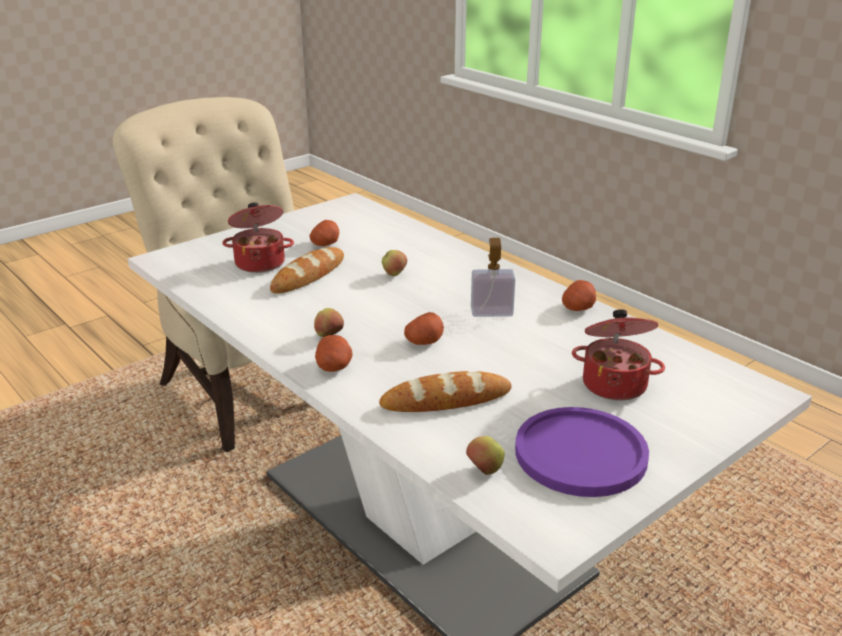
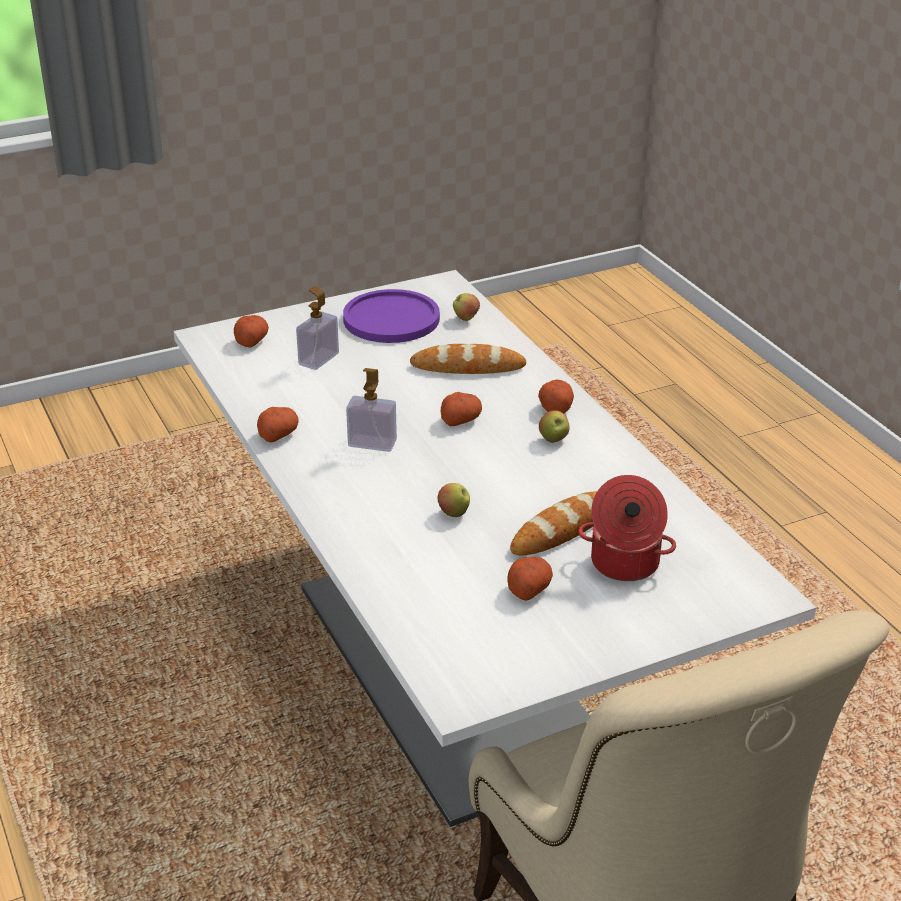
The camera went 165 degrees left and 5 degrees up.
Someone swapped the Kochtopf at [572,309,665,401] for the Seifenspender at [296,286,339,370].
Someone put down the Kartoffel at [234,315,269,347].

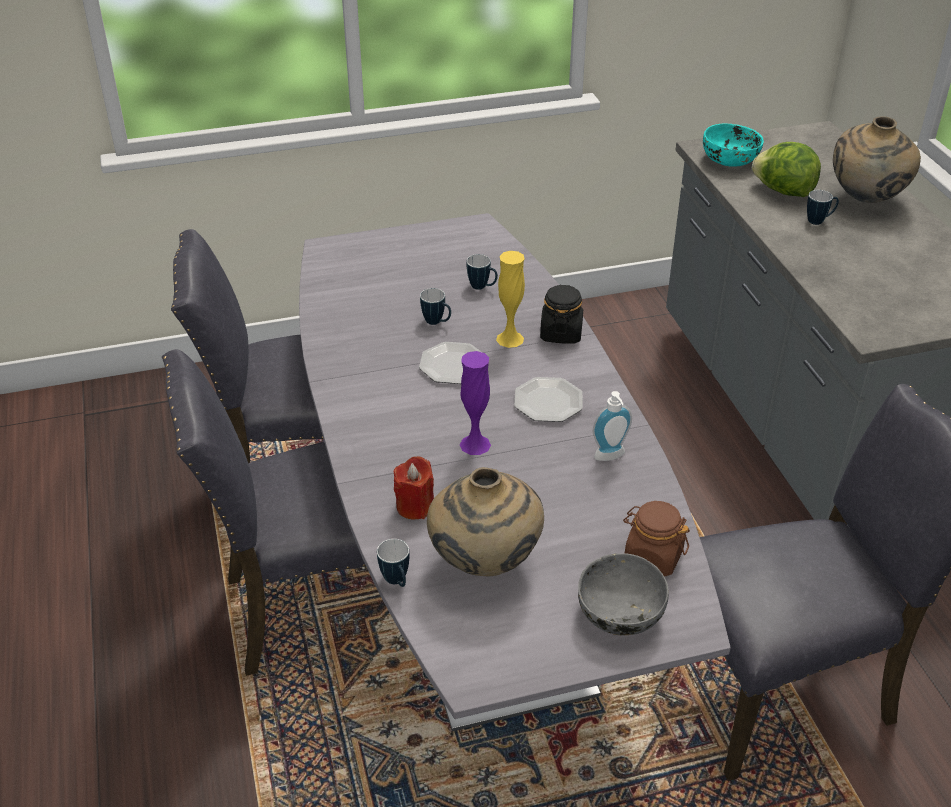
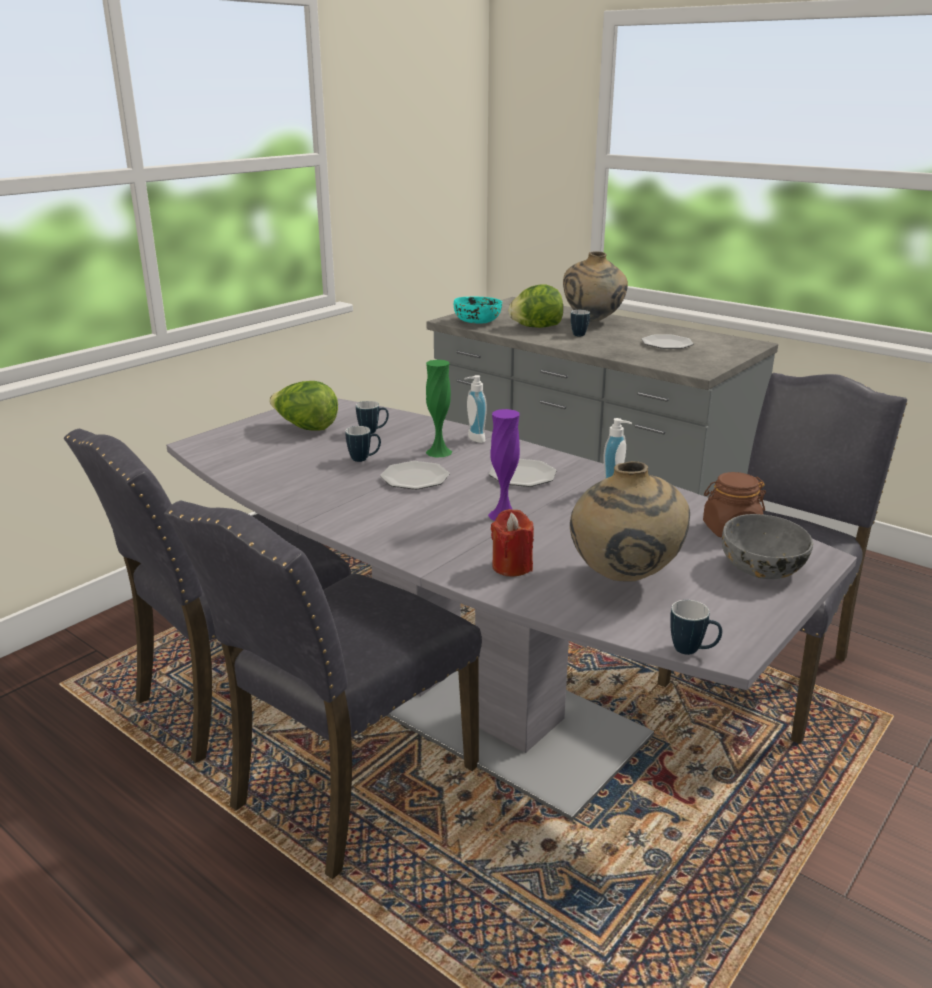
The camera went 35 degrees left and 15 degrees down.
Someone carried the Henkelbecher from [377,539,410,587] to [670,600,722,655].
Someone repainted the Vase (gelb) at [496,251,525,348], which became the Vase (grün) at [426,360,452,458].
Someone swapped the Vorratsglas (schwarz) at [540,284,583,344] for the Seifenspender at [464,375,487,443].
Someone put down the Salatkopf at [269,381,338,430].
Someone put down the Teller at [642,335,694,349].

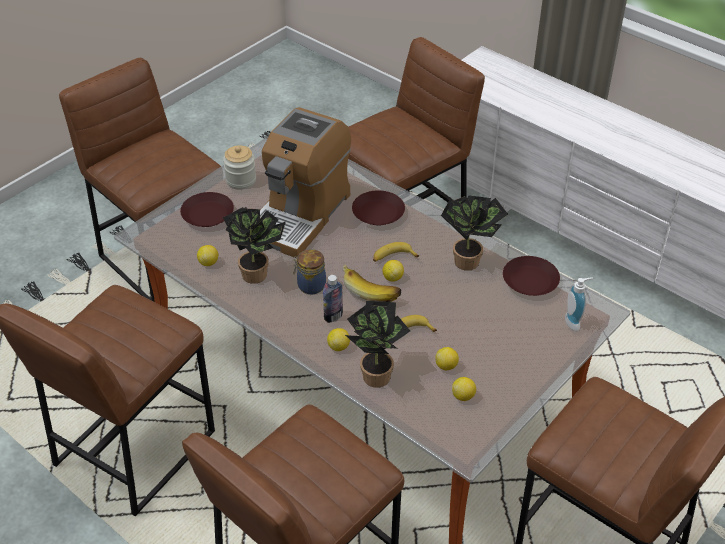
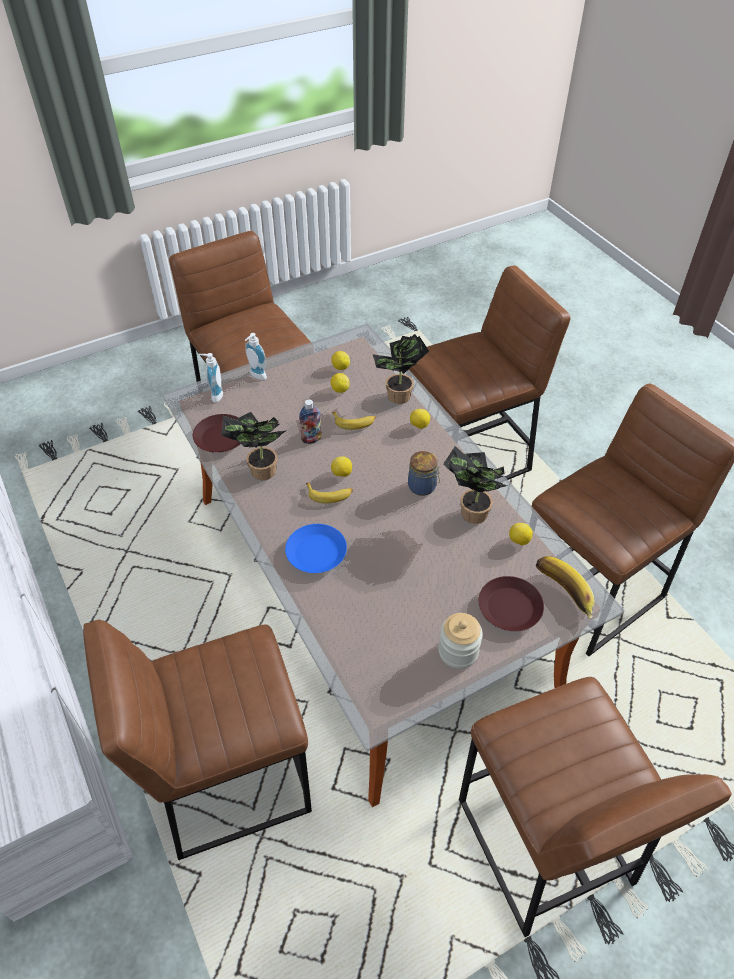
The camera went 160 degrees left and 5 degrees up.
Someone took away the Kaffeemaschine at [260,107,351,258].
Someone carried the Flasche from [323,275,343,323] to [299,399,322,444].
Someone carried the Banane from [343,264,401,302] to [536,556,595,619].
Someone repainted the Teller (braun) at [352,190,405,225], which became the Teller (blau) at [285,524,347,573].
Someone put down the Seifenspender at [245,333,267,380].

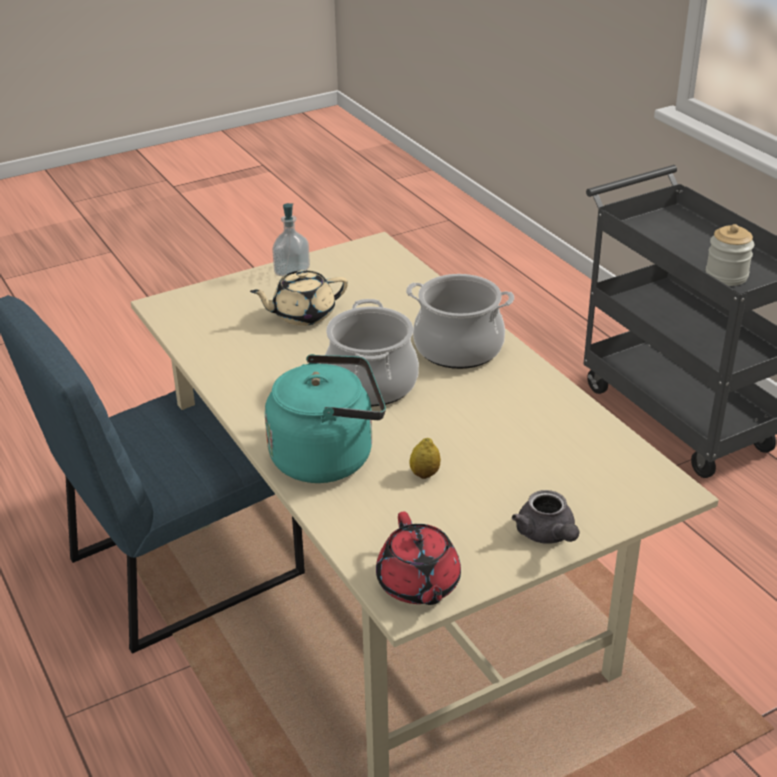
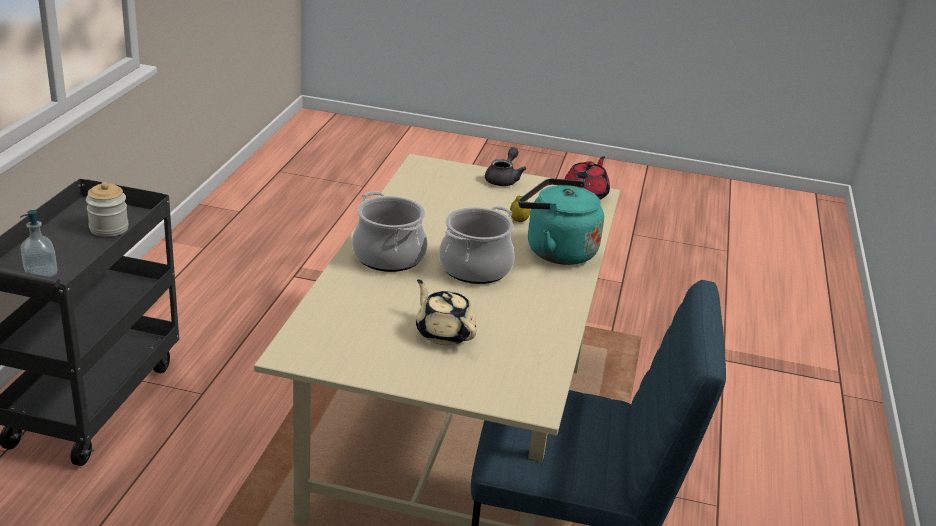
The camera went 140 degrees left and 5 degrees down.
Someone rotated the Teekanne (beige) at [250,270,348,326] by 150 degrees counterclockwise.
Someone carried the Seifenspender from [272,203,310,276] to [20,210,57,277].

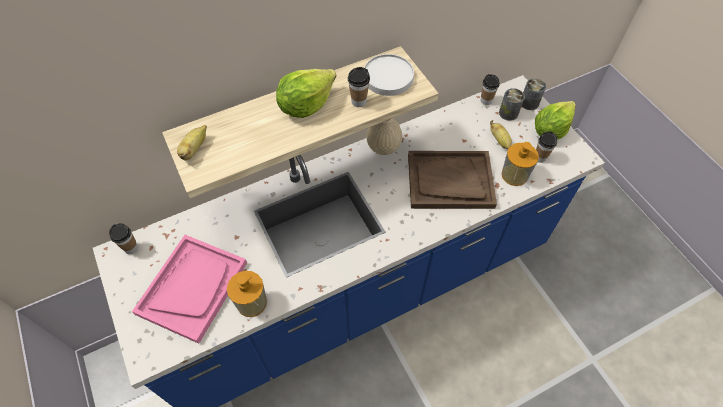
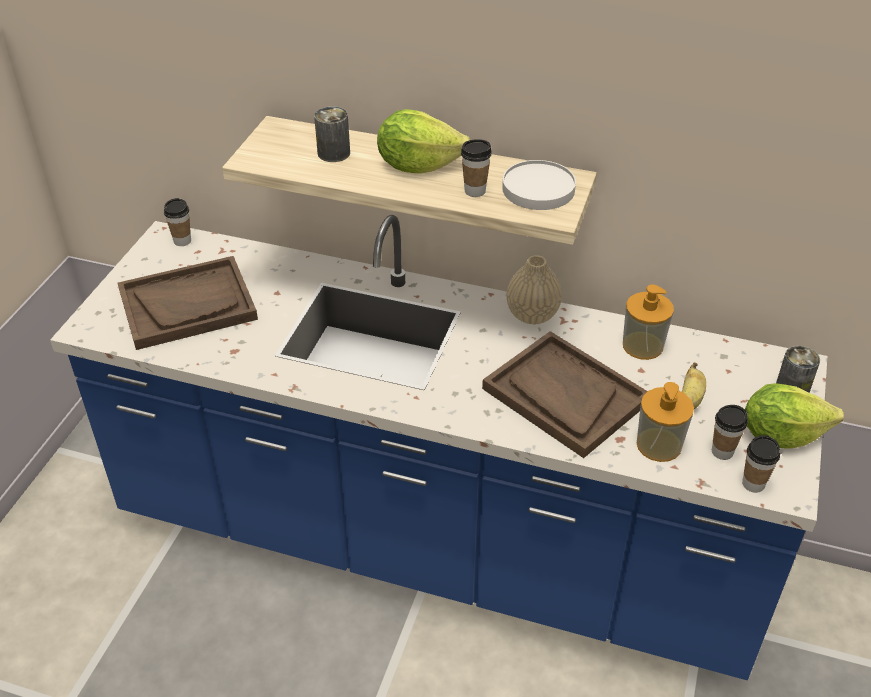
The camera went 45 degrees right and 15 degrees down.
Someone repainted the Tablett (rosa) at [132,235,247,344], which became the Tablett (braun) at [117,256,258,350].
Someone took away the Banane at [177,125,207,161].
Someone carried the Seifenspender from [227,271,267,317] to [623,284,674,360].
Someone carried the Tasse from [481,74,500,105] to [742,435,780,493].
Someone carried the Dose from [499,88,525,121] to [314,106,350,162].

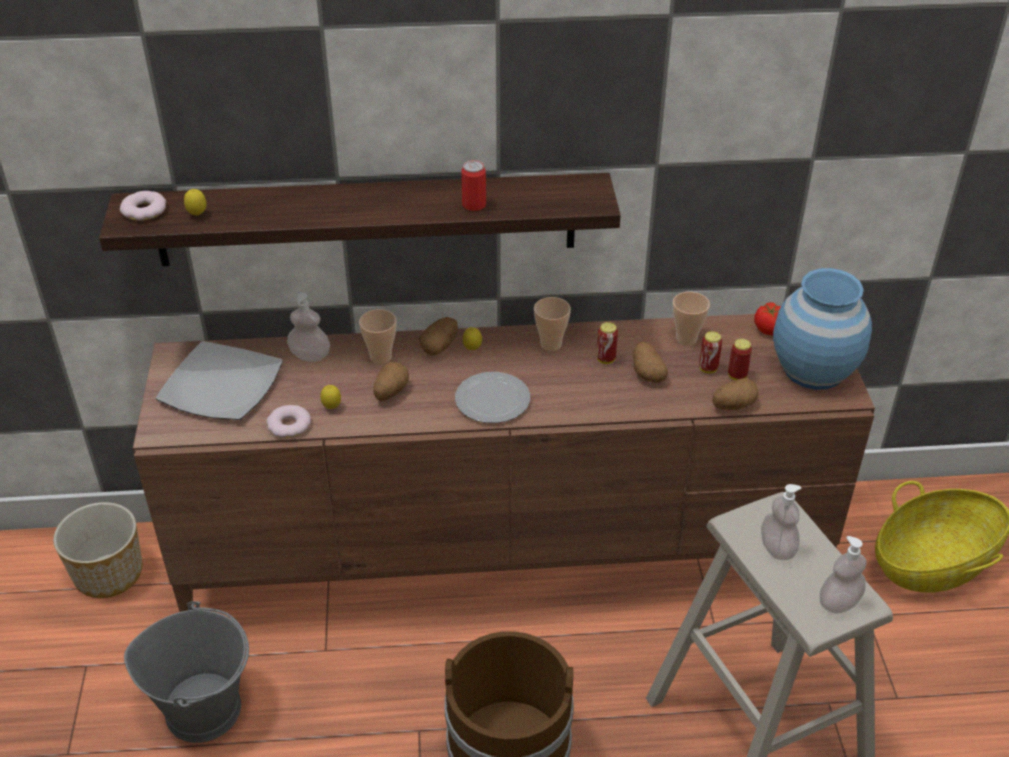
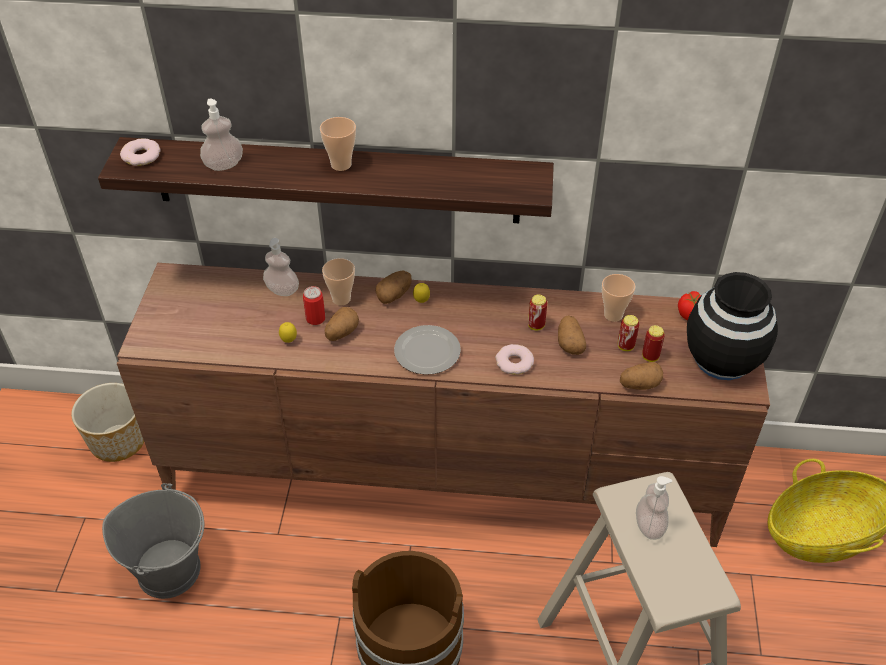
The camera went 10 degrees right and 5 degrees up.
Someone took away the Teller at [156,341,283,420].
Someone took away the Zitrone at [184,189,206,216].
Someone carried the Donut from [266,405,311,438] to [495,344,534,375].
Someone carried the Dose from [461,160,486,211] to [303,286,325,325].
Someone carried the Tasse from [534,297,571,351] to [320,117,356,171].
Someone repainted the Vase (blau) at [773,268,872,390], which became the Vase (schwarz) at [687,272,778,380].
Someone carried the Seifenspender from [820,536,866,614] to [200,98,243,171].

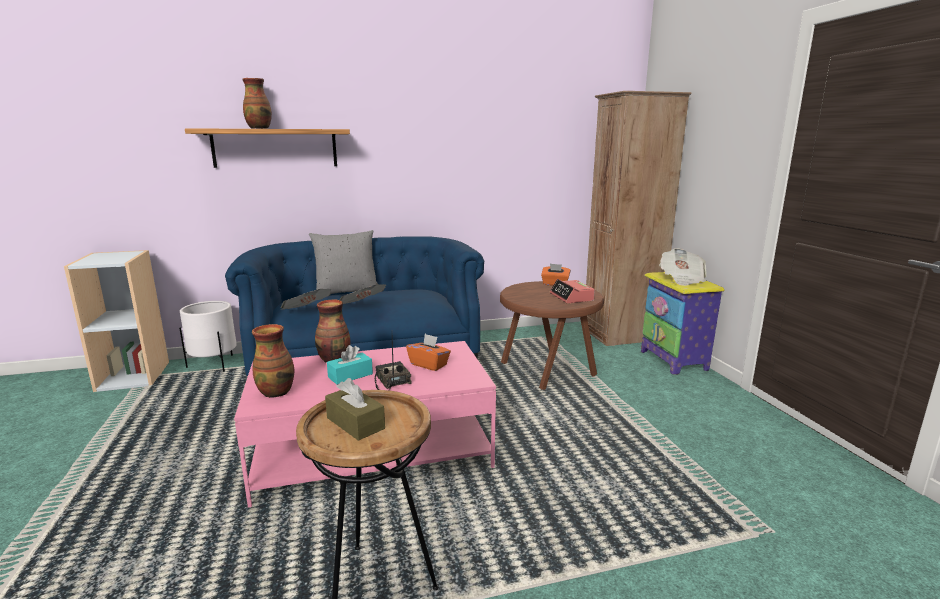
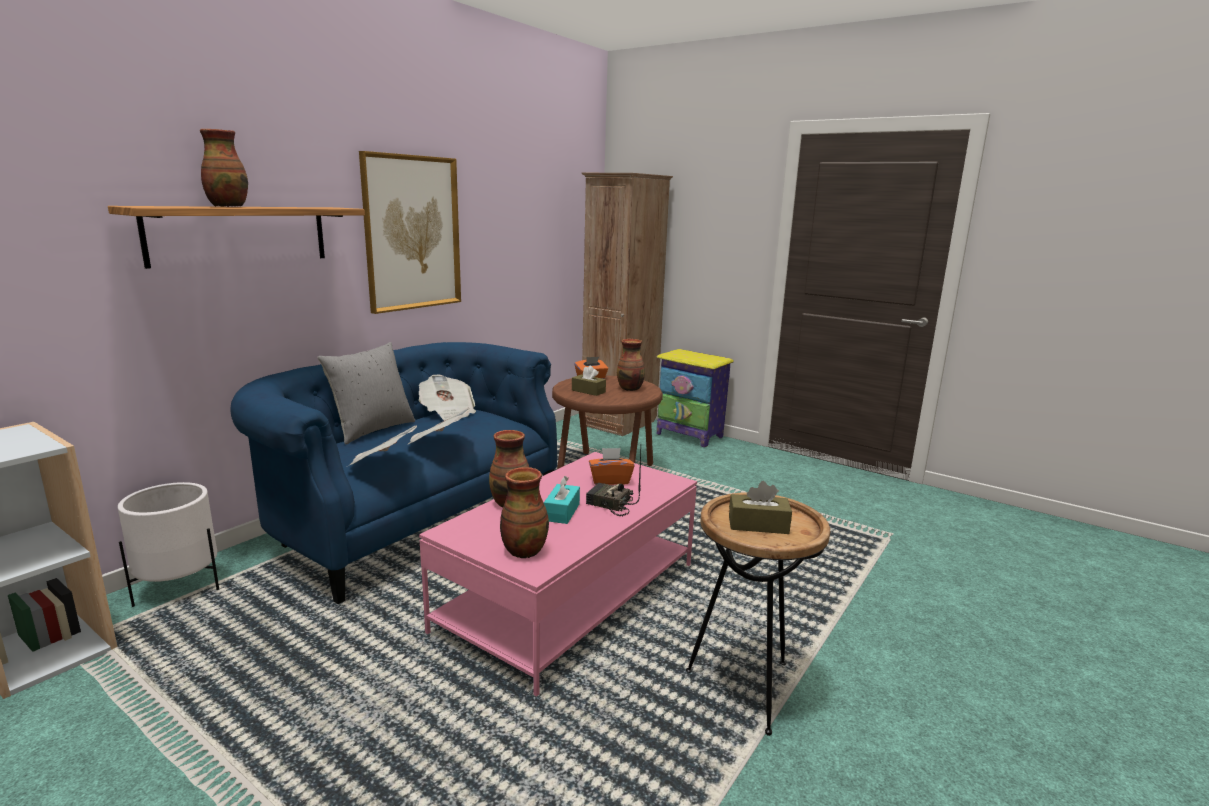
The camera went 40 degrees left and 0 degrees up.
Someone swapped the Wecker at [550,279,595,303] for the Vase at [617,339,645,391].
Someone carried the Zeitung from [659,248,707,286] to [419,375,476,422].
Someone put up the Bild at [359,151,461,314].
Someone put down the Taschentuchbox (braun) at [572,366,606,396].

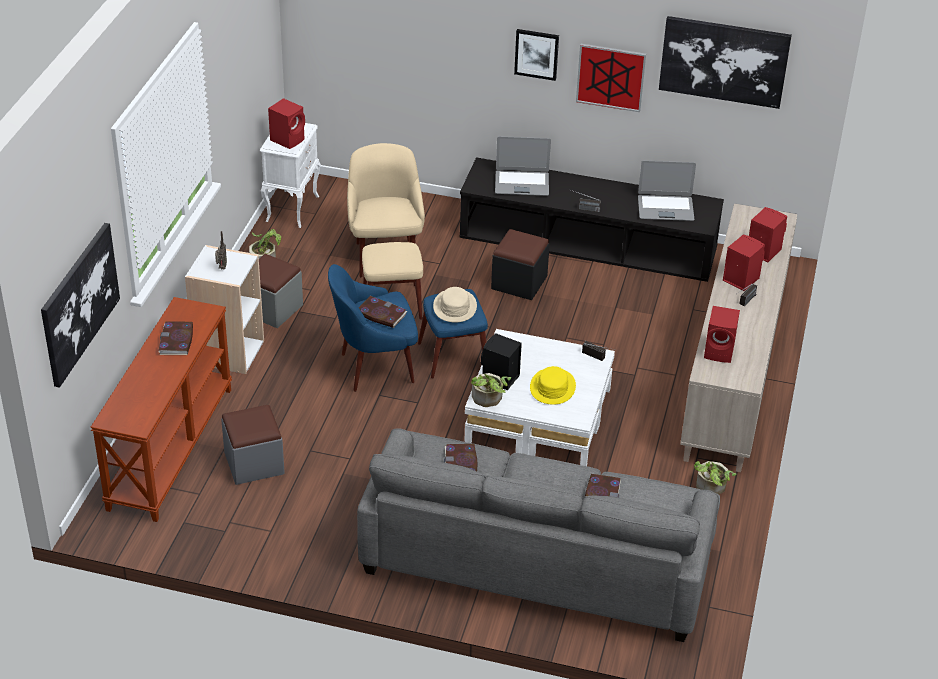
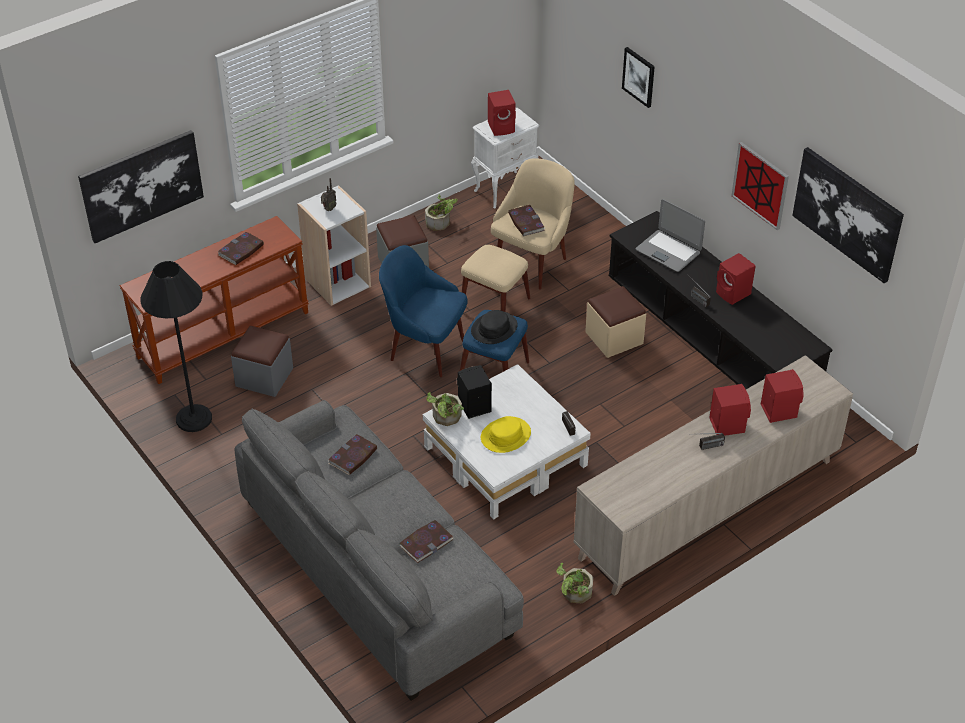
The camera went 40 degrees right and 5 degrees up.
Someone carried the Buch from [359,296,407,328] to [508,205,545,236].
Someone repainted the Hut (beige) at [433,287,477,322], which became the Hut (schwarz) at [471,310,518,344].
Someone repainted the Polsterhocker (schwarz) at [491,229,550,300], which became the Polsterhocker (beige) at [585,286,646,358].
Someone carried the Bild from [514,29,559,81] to [622,47,655,108].
Someone took away the Laptop at [638,160,696,221].
Someone carried the Lautsprecher (rot) from [704,306,740,363] to [716,253,756,305].
Someone put down the Stehlampe (schwarz) at [140,261,212,432].

